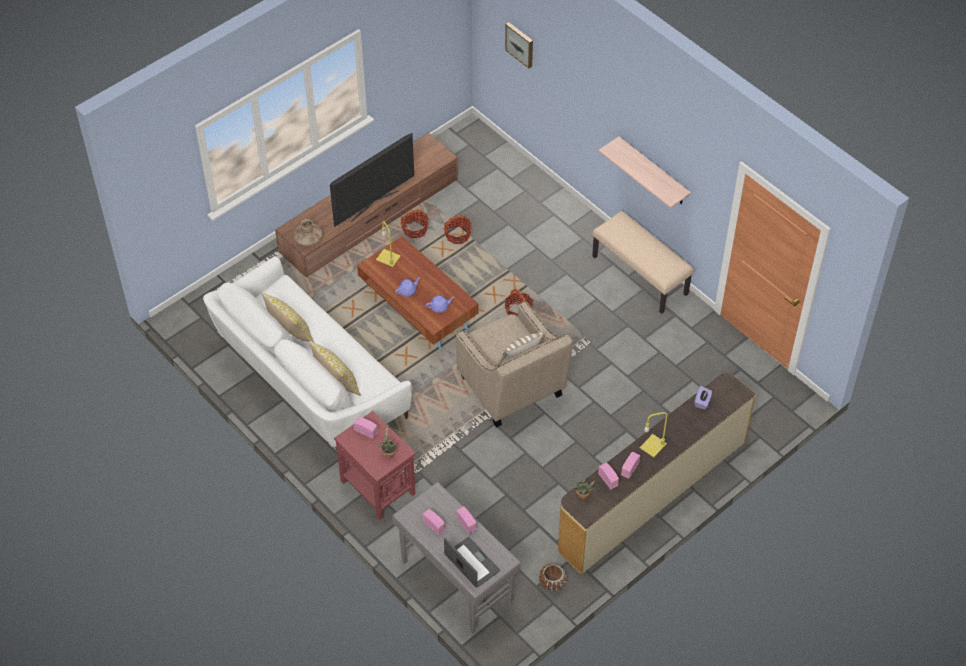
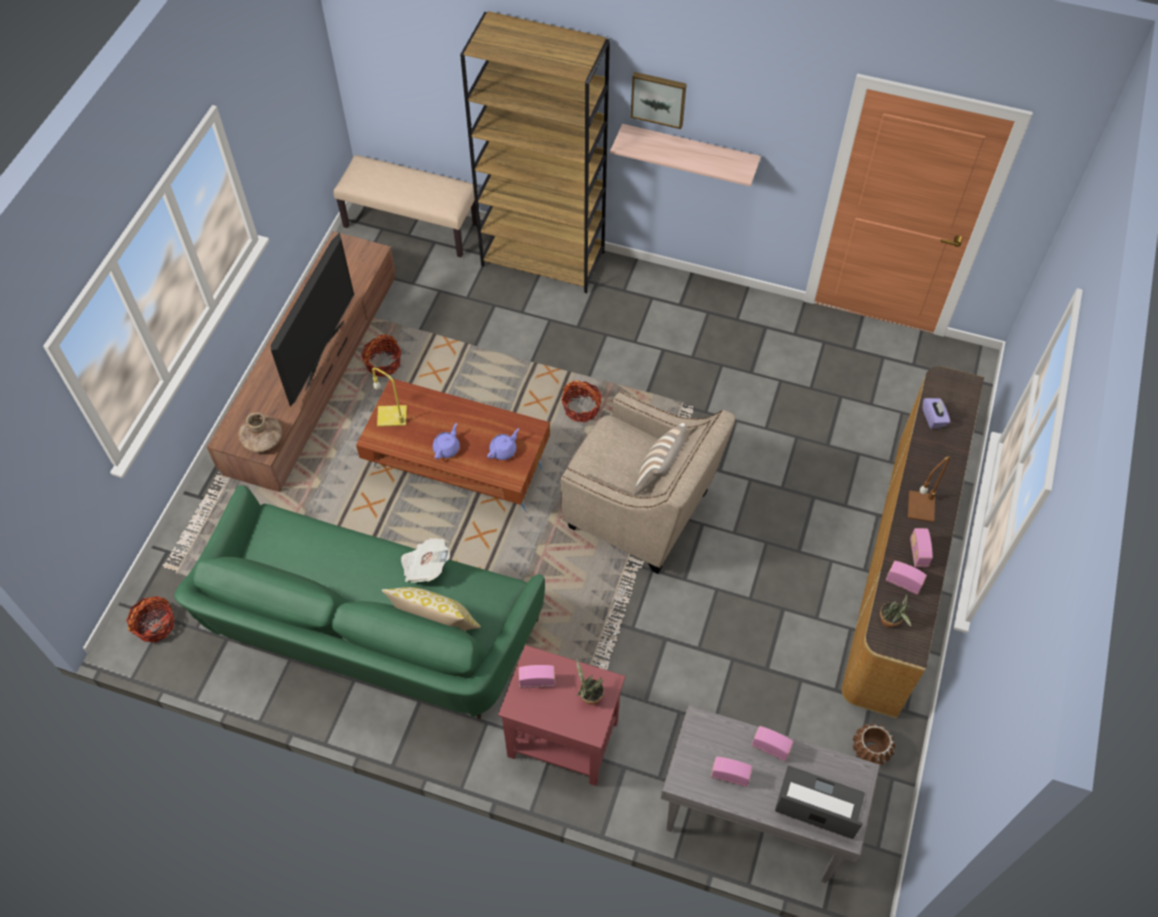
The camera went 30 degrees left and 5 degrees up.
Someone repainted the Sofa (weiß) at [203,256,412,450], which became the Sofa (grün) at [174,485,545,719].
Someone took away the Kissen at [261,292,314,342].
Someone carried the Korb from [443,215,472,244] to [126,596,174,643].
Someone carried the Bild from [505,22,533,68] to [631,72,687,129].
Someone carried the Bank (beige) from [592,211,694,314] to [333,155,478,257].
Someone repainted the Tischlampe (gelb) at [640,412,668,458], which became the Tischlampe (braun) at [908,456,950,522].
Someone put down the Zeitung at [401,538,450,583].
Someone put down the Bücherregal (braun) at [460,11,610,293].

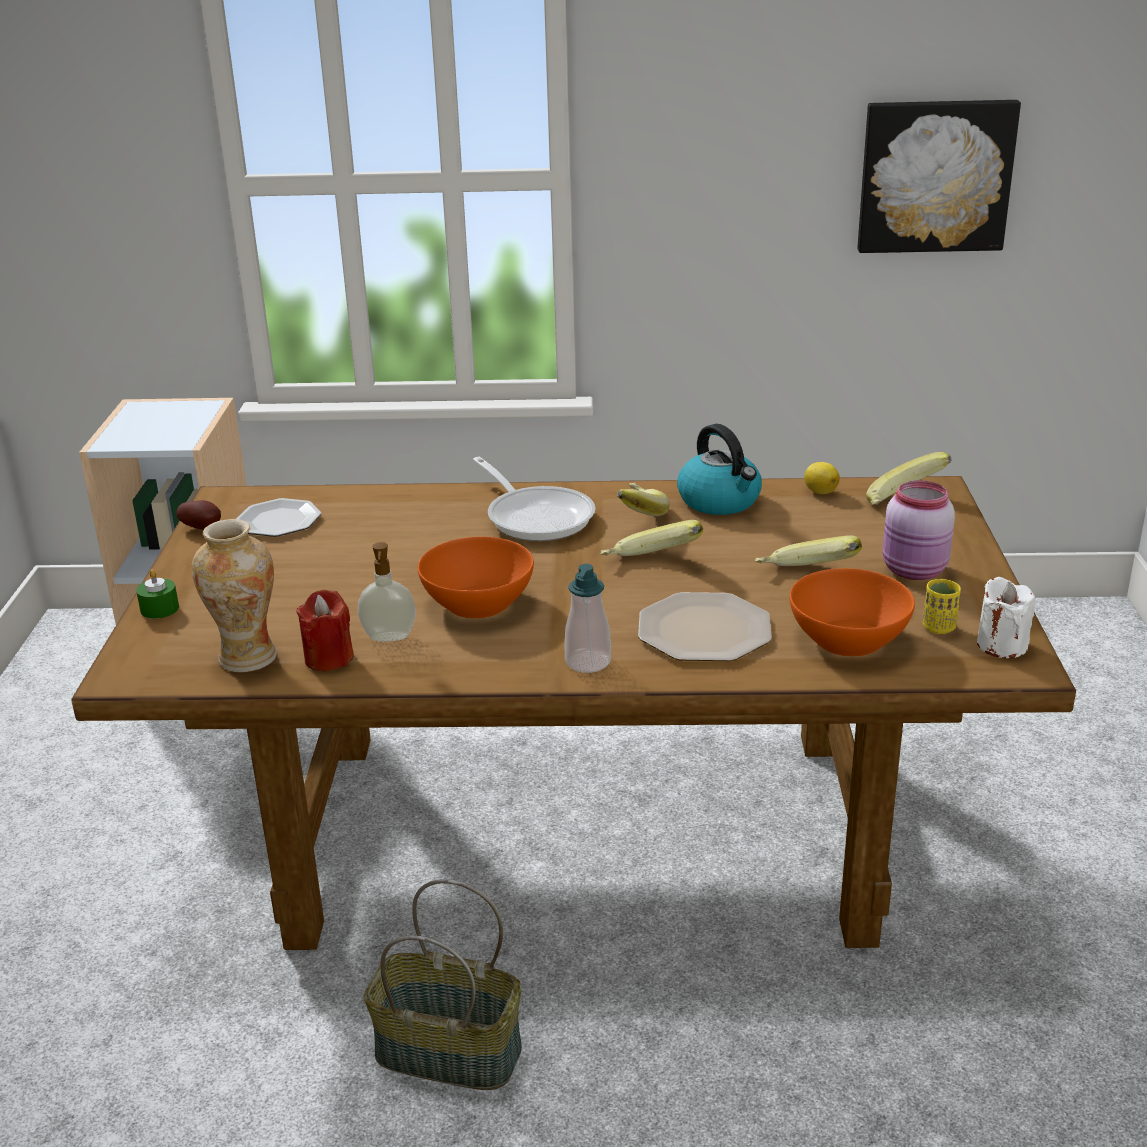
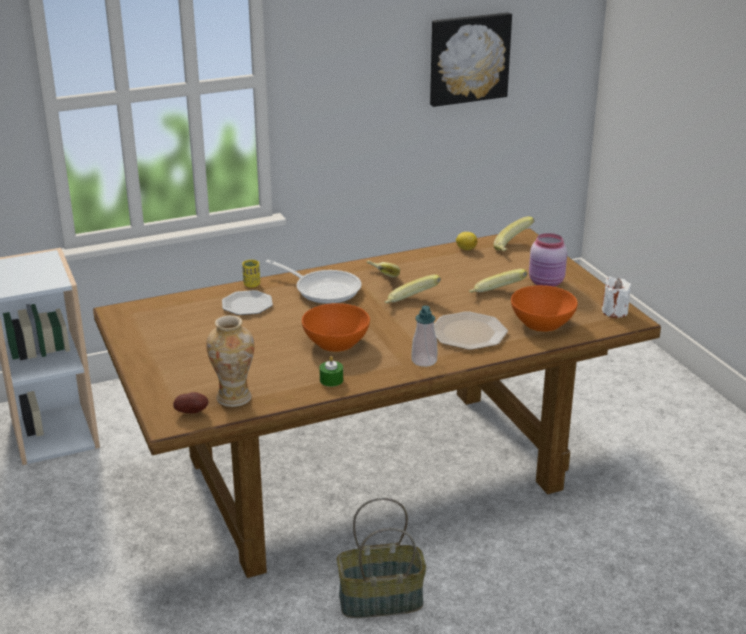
The camera went 25 degrees left and 0 degrees up.
Someone carried the Kerze (grün) from [136,569,179,619] to [319,356,343,387].
Someone carried the Kartoffel from [176,500,221,530] to [173,392,208,413].
Someone carried the Teller from [236,498,321,537] to [222,290,273,315].
Someone took away the Kerze (rot) at [296,590,354,671].
Someone took away the Seifenspender at [358,542,416,642].
Someone took away the Wasserkessel at [677,424,762,515].
Someone carried the Tasse (gelb) from [923,579,961,634] to [242,260,260,288].

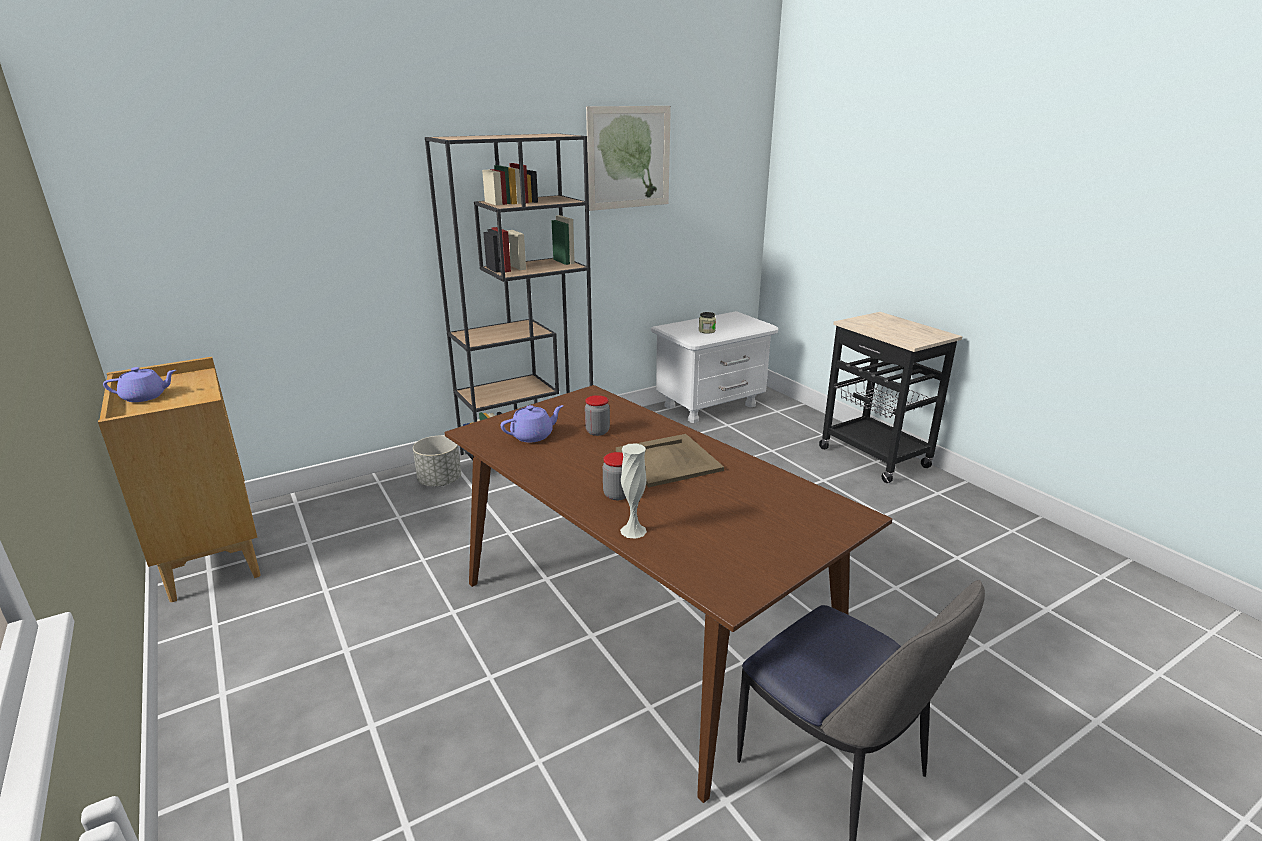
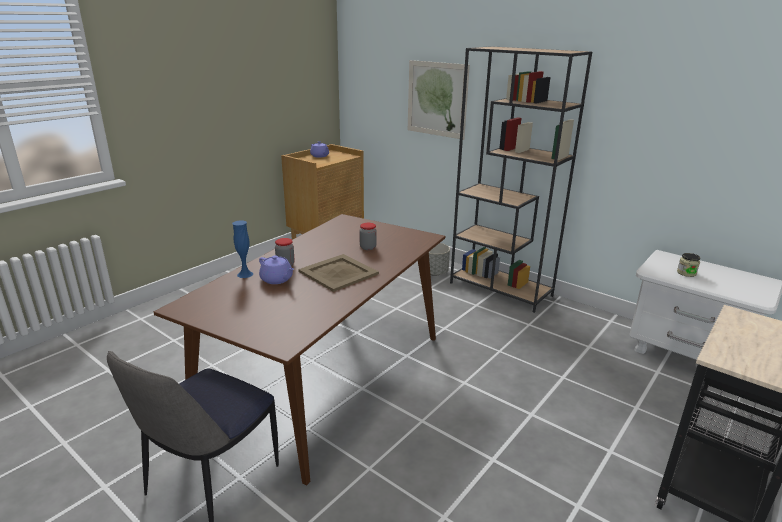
The camera went 70 degrees right and 0 degrees up.
Someone carried the Teekanne (lila) from [501,405,564,442] to [259,255,294,284].
Someone carried the Bild from [586,106,671,211] to [408,60,470,140].
Someone repainted the Vase (weiß) at [620,443,647,539], which became the Vase (blau) at [232,220,253,278].

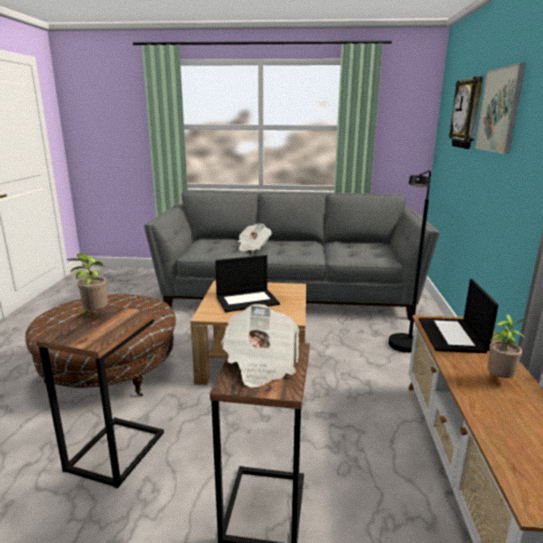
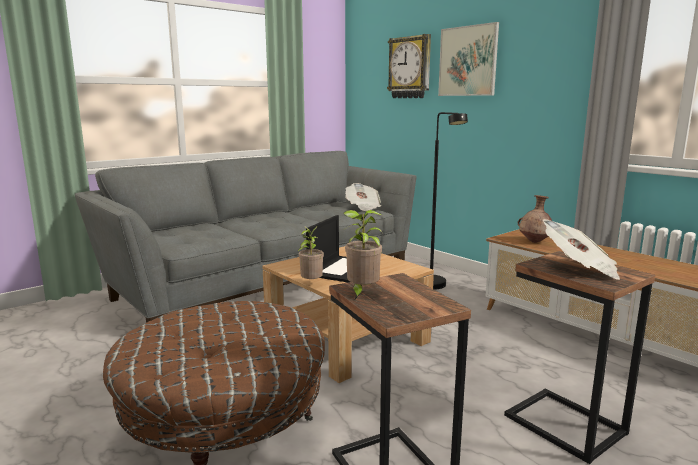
The camera went 45 degrees left and 5 degrees down.
Someone carried the Zeitung from [238,223,272,251] to [345,183,381,211].
Someone swapped the Laptop at [419,279,498,353] for the Vase (braun) at [518,195,552,243].
Someone carried the Topfpflanze from [487,314,524,378] to [298,226,324,279].

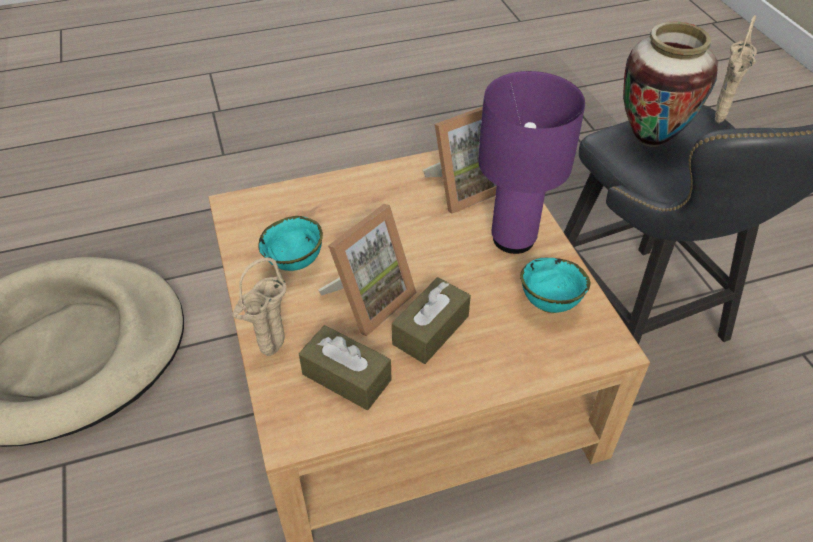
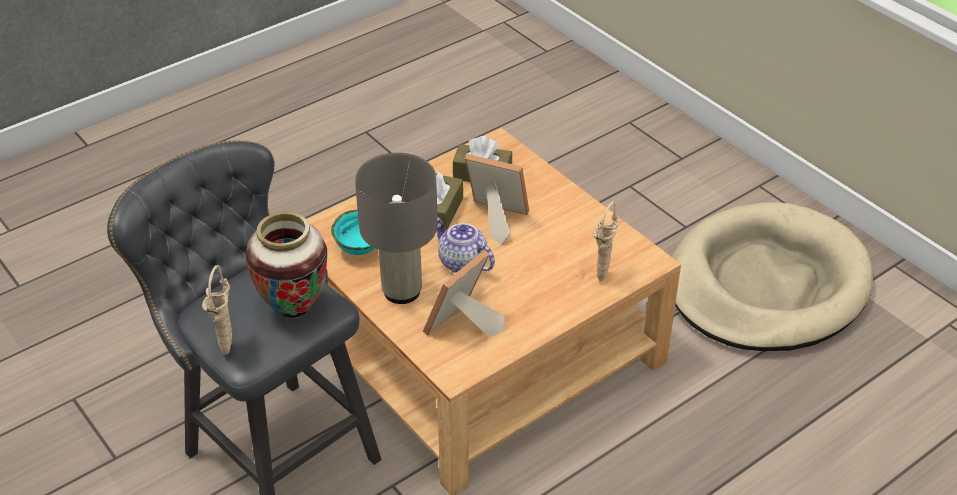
The camera went 160 degrees right and 5 degrees down.
Someone carried the Vase (beige) from [232,257,287,356] to [593,201,619,281].
Someone took away the Schüssel (türkis) at [258,216,323,271].
Someone rotated the Bilderrahmen at [318,204,417,336] by 90 degrees clockwise.
Someone repainted the Tischlampe (lila) at [478,71,585,254], which became the Tischlampe (grau) at [355,153,437,304].
Someone put down the Teekanne at [437,217,495,273].

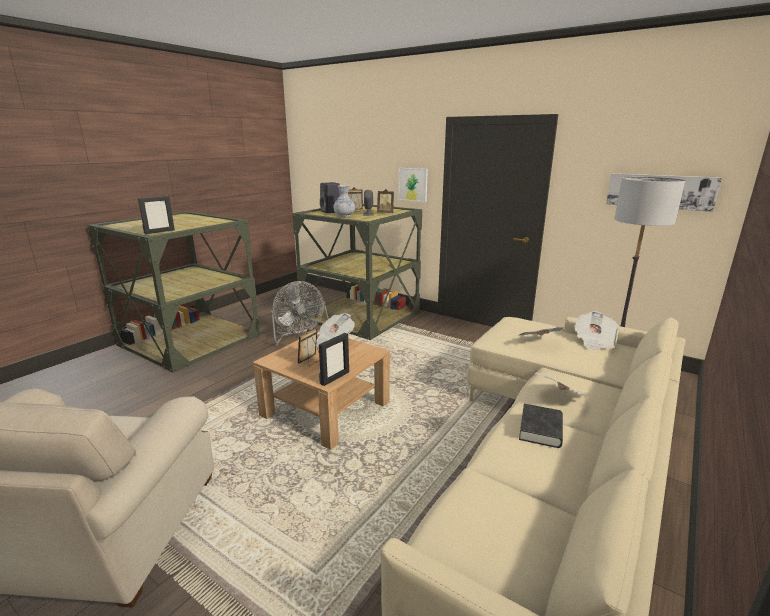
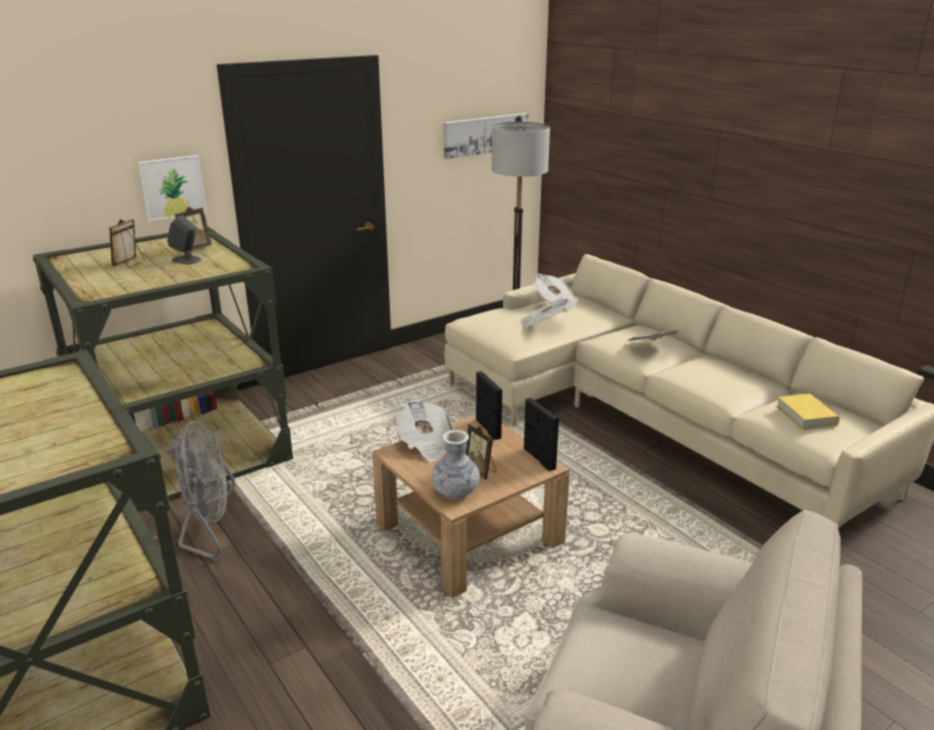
The camera went 70 degrees left and 5 degrees up.
Someone carried the Bilderrahmen from [138,196,175,234] to [476,371,502,440].
Someone took away the Lautsprecher (schwarz) at [320,182,340,213].
Someone carried the Vase from [333,185,355,217] to [432,430,480,499].
Someone took away the Buch (schwarz) at [519,404,563,448].
Someone put down the Buch (gelb) at [776,394,840,430].

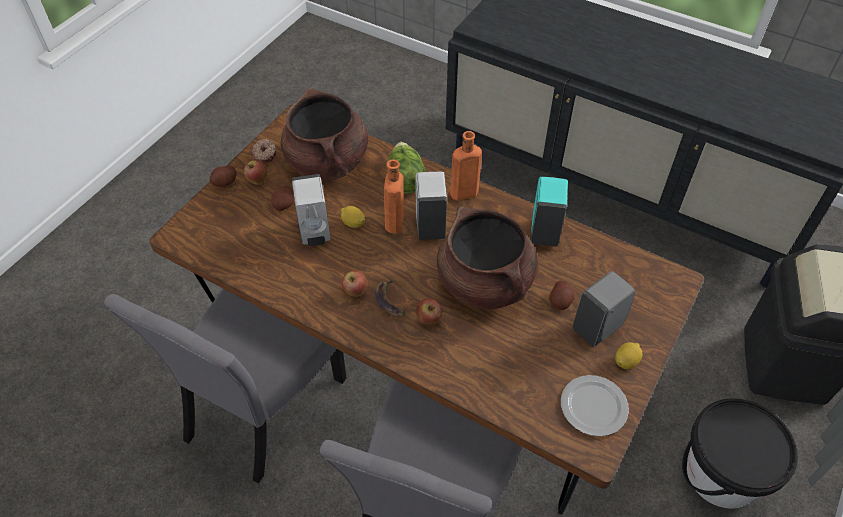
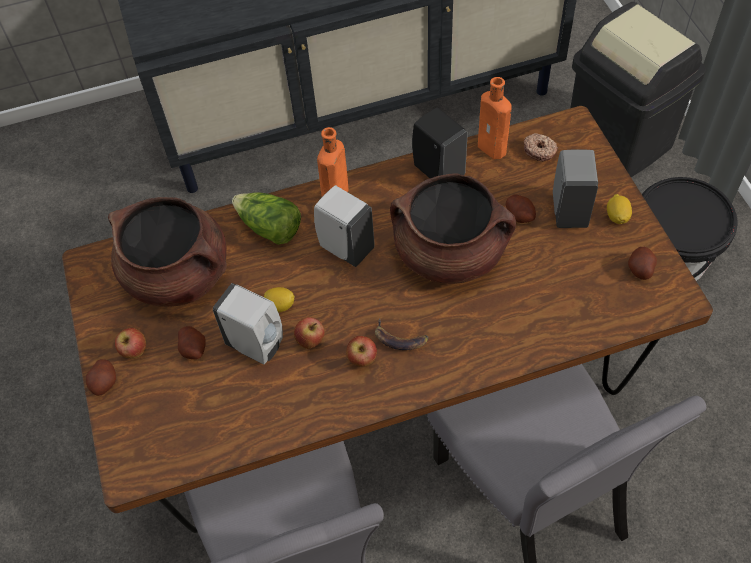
The camera went 45 degrees left and 5 degrees up.
Someone carried the Donut from [252,139,276,163] to [524,133,558,161].
Someone carried the Flasche (orange) from [384,160,404,233] to [478,77,512,159].
Someone carried the Apfel from [416,298,442,325] to [294,317,325,349].
Someone repainted the Seifenspender (türkis) at [531,177,568,246], which became the Seifenspender (schwarz) at [412,107,468,178].
Someone swapped the Teller at [561,375,629,437] for the Kartoffel at [628,247,657,280].

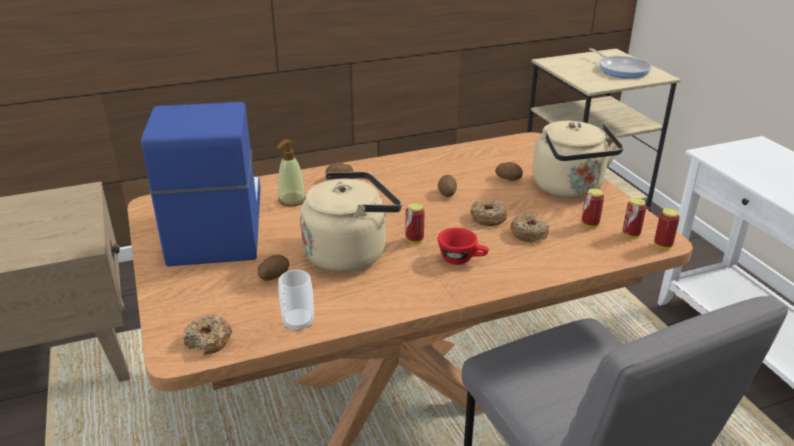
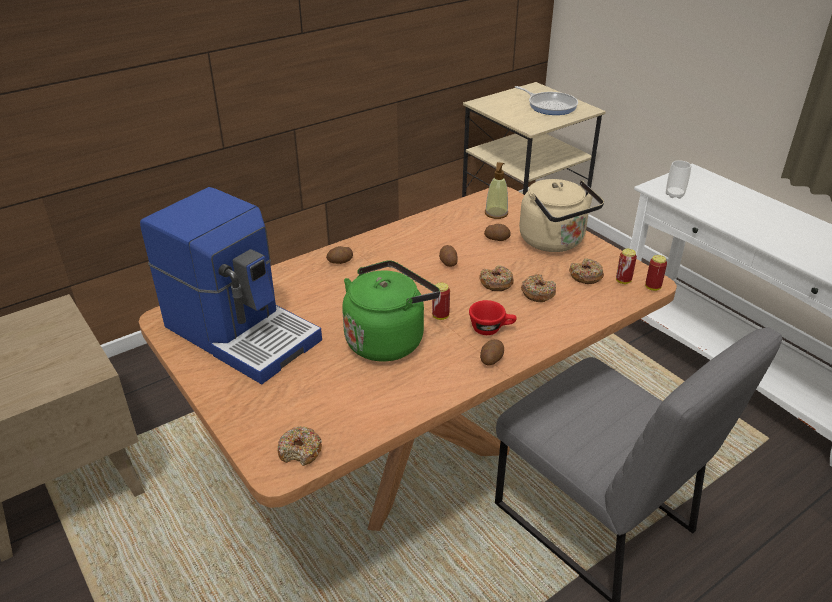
The camera went 15 degrees left and 5 degrees up.
Someone rotated the Kaffeemaschine at [141,102,261,266] by 150 degrees clockwise.
Someone carried the Kartoffel from [258,255,289,281] to [480,339,504,365].
Someone carried the Seifenspender from [277,139,306,206] to [485,162,508,219].
Someone carried the Tasse from [278,270,314,332] to [666,160,691,199].
Someone repainted the Wasserkessel (beige) at [300,172,402,272], which became the Wasserkessel (grün) at [342,260,440,362].
Someone swapped the Dose at [582,188,604,228] for the Donut at [569,258,604,284].

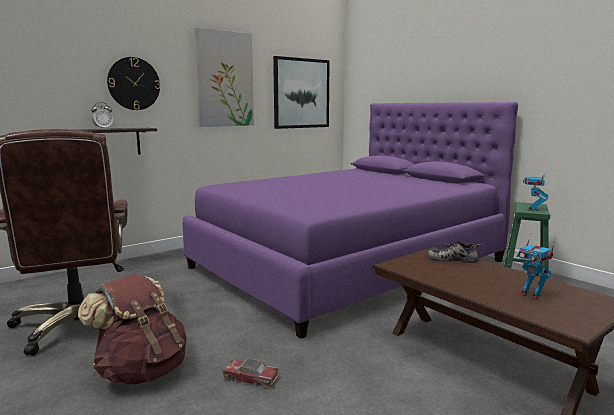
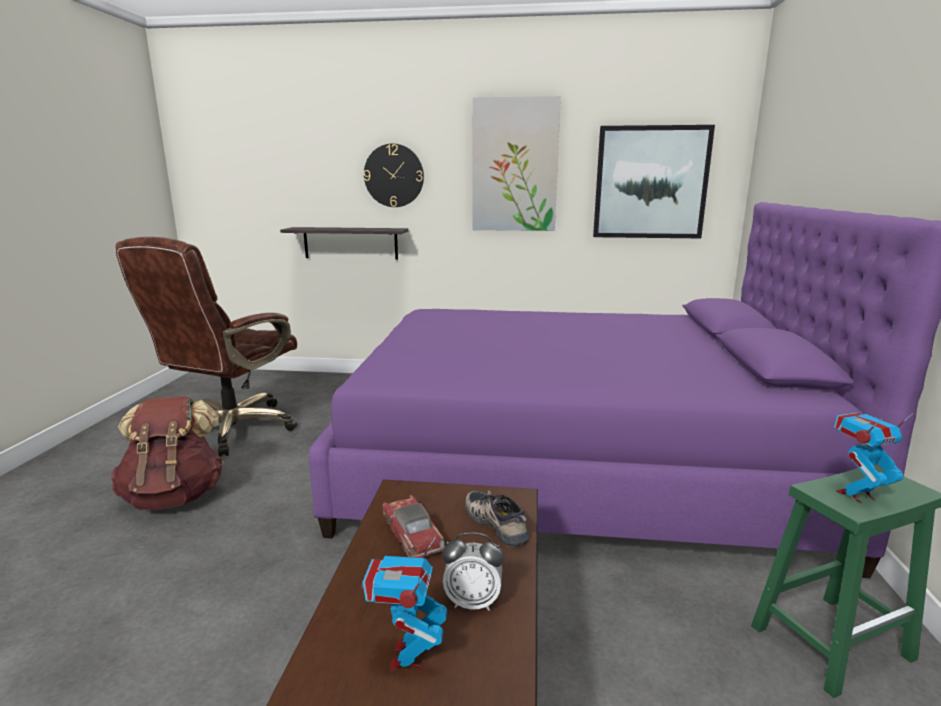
The camera went 45 degrees right and 5 degrees up.
Someone carried the Wecker from [91,102,113,129] to [442,532,504,611].
Someone carried the Spielzeugauto from [222,358,280,387] to [383,495,445,558].

